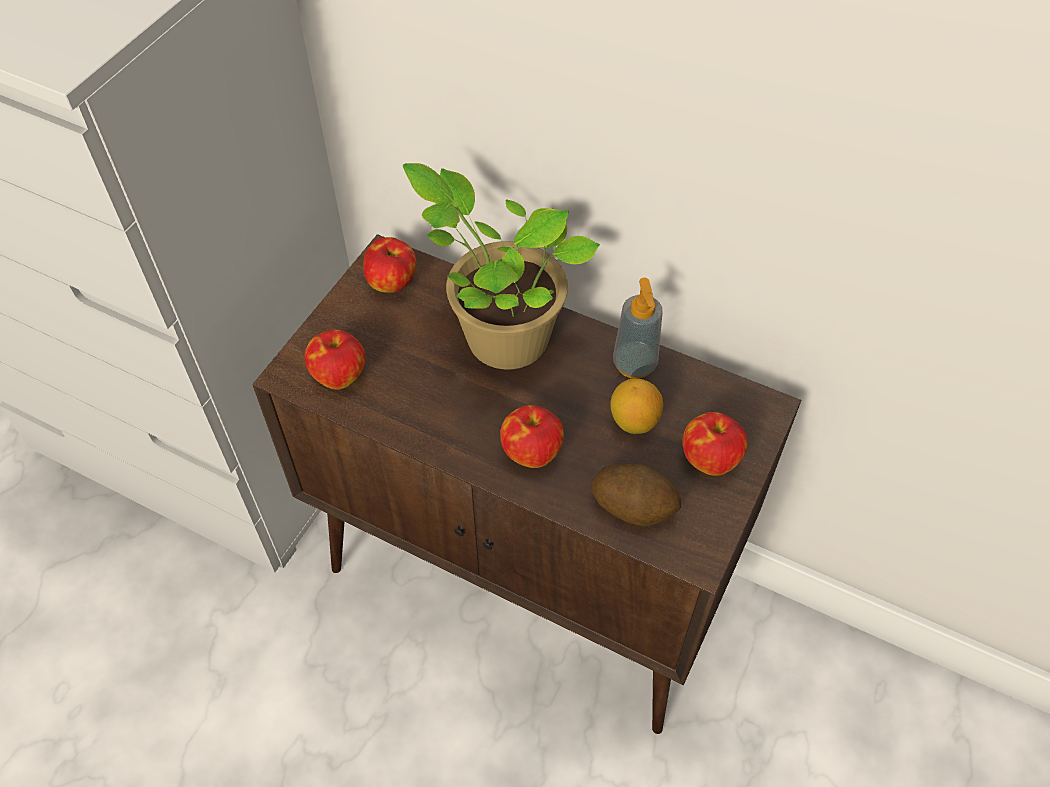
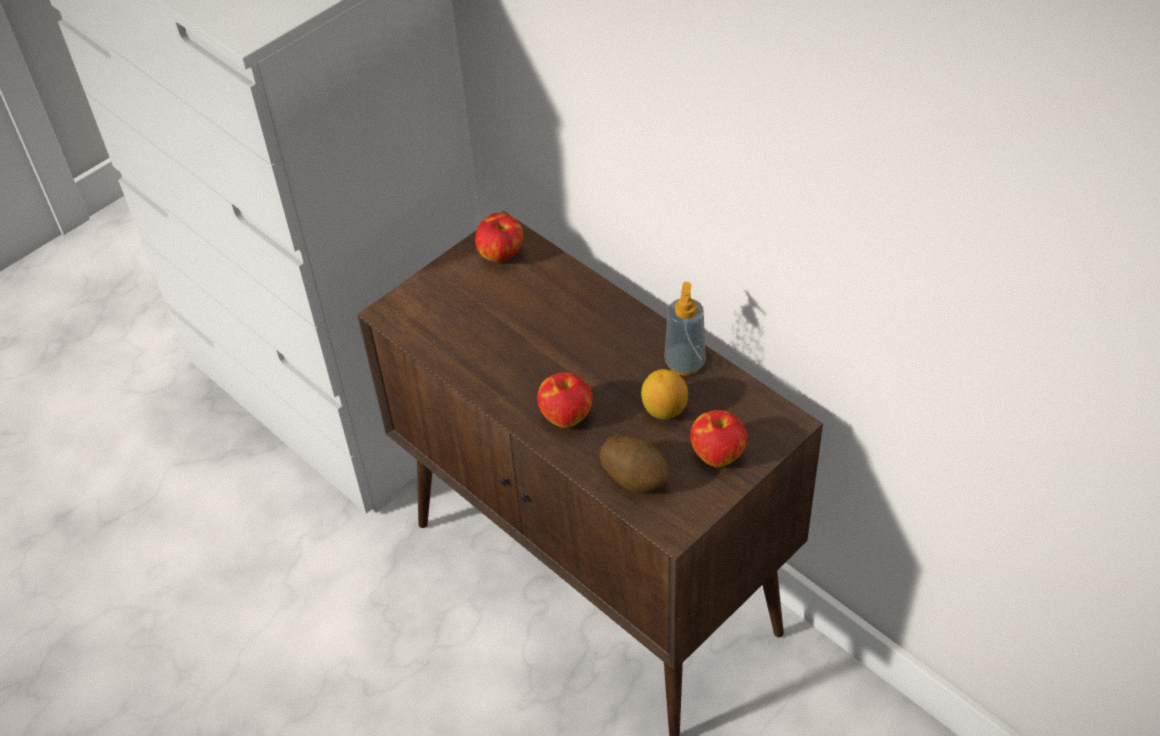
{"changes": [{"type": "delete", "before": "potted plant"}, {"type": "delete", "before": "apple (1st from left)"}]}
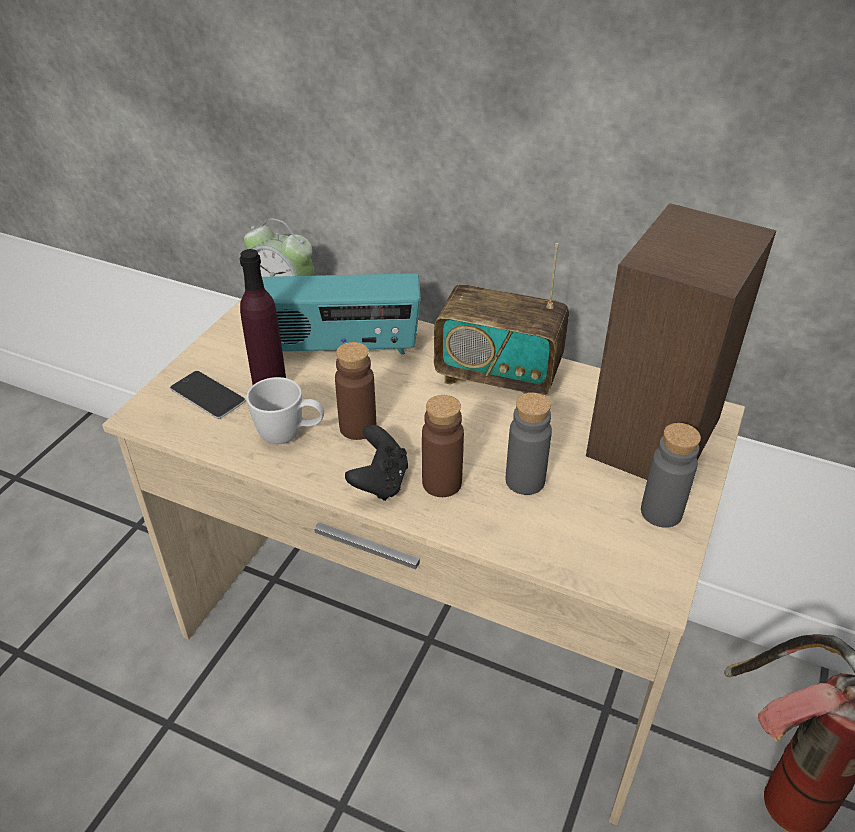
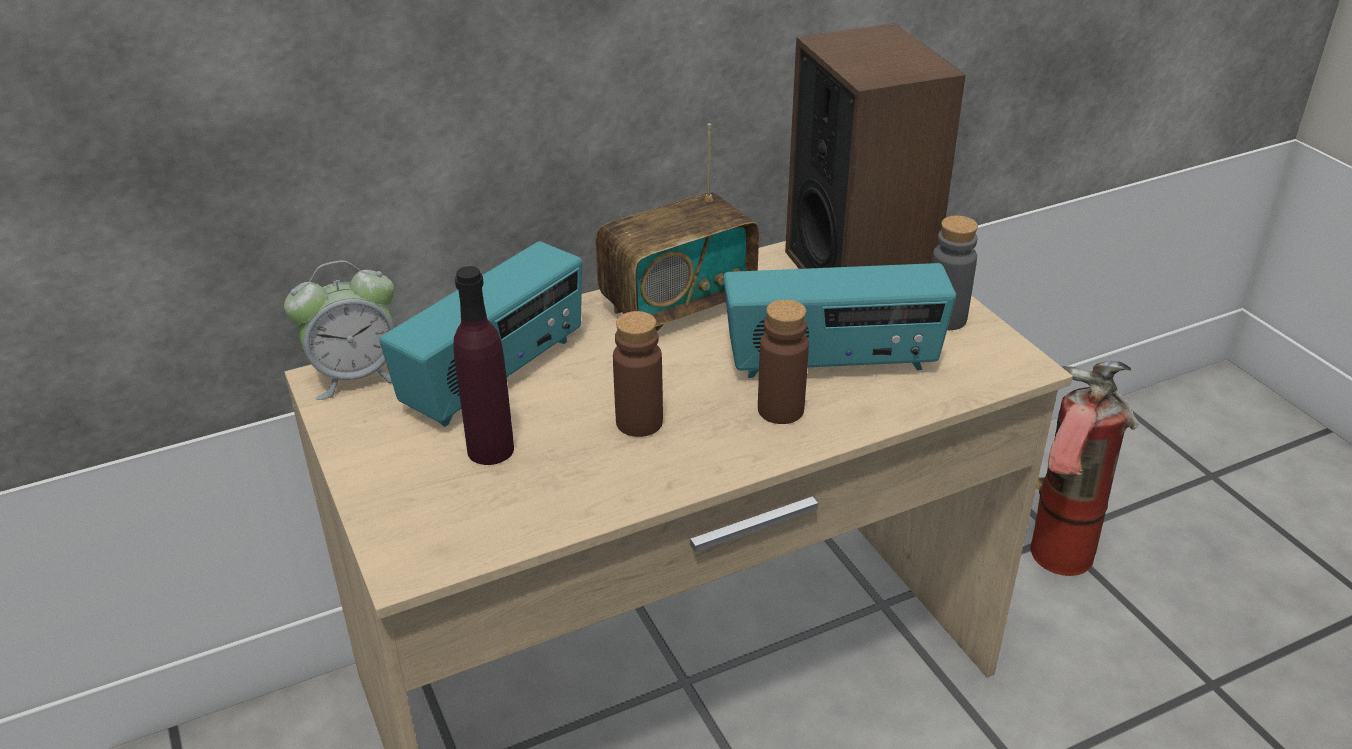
{"changes": [{"type": "delete", "before": "phone"}, {"type": "delete", "before": "white mug"}, {"type": "replace", "before": "grey bottle (1st from left)", "after": "radio (3rd from left)"}, {"type": "delete", "before": "black game controller"}]}
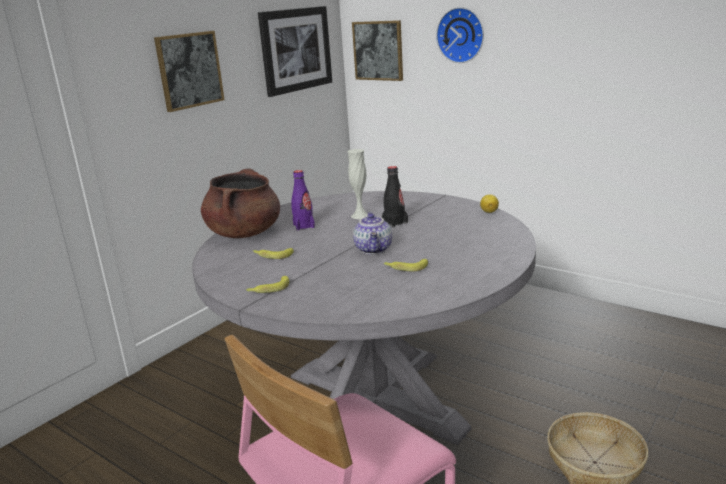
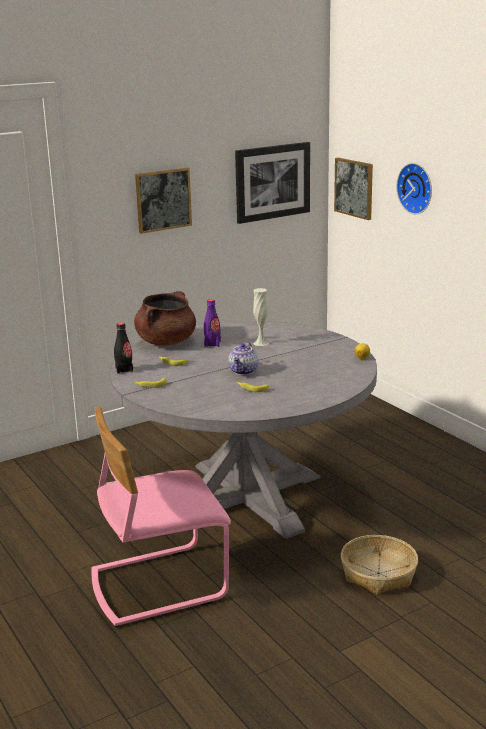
{"changes": [{"type": "move", "before": "black bottle"}]}
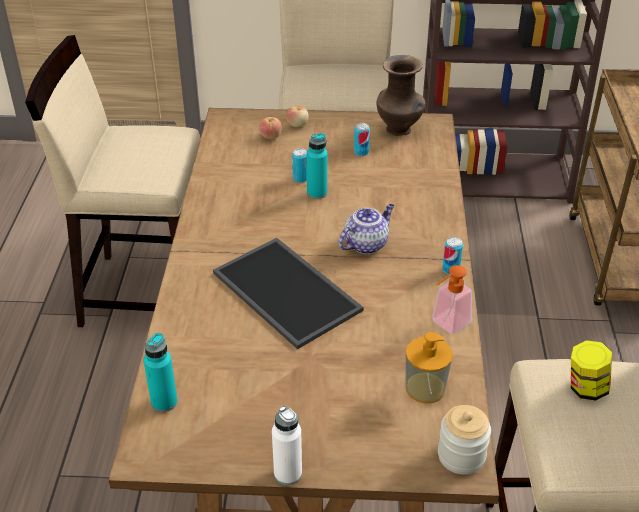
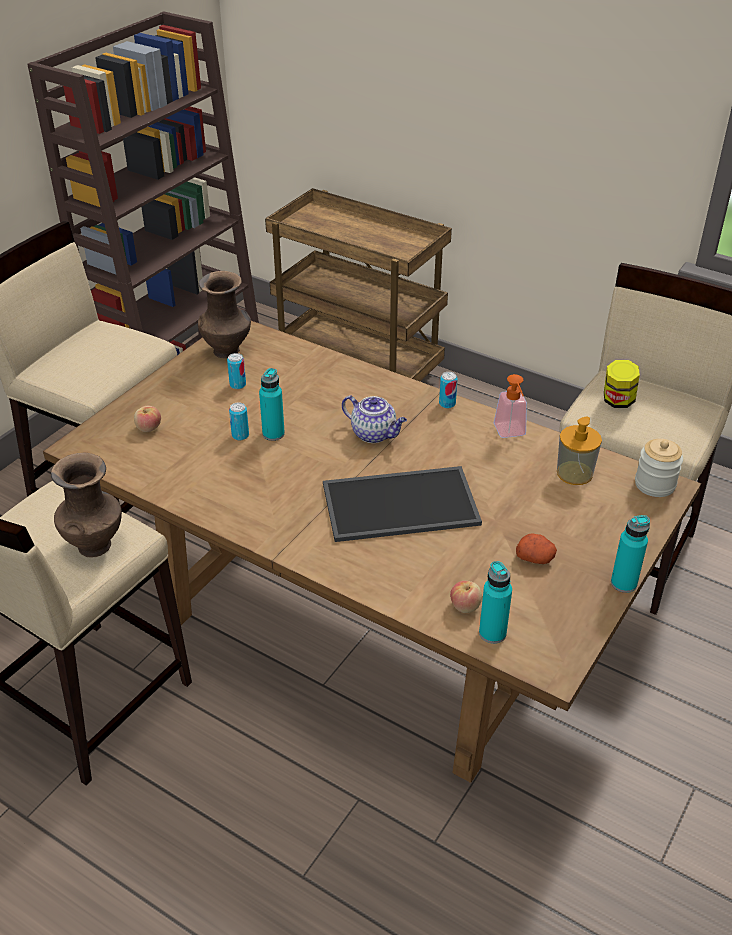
{"changes": [{"type": "move", "before": "apple (2nd from left)"}, {"type": "rotate", "before": "teapot", "turn": 135}, {"type": "recolor", "before": "white bottle", "after": "turquoise bottle (3rd from left)"}, {"type": "insert", "after": "brown vase (1st from left)"}, {"type": "insert", "after": "potato"}]}
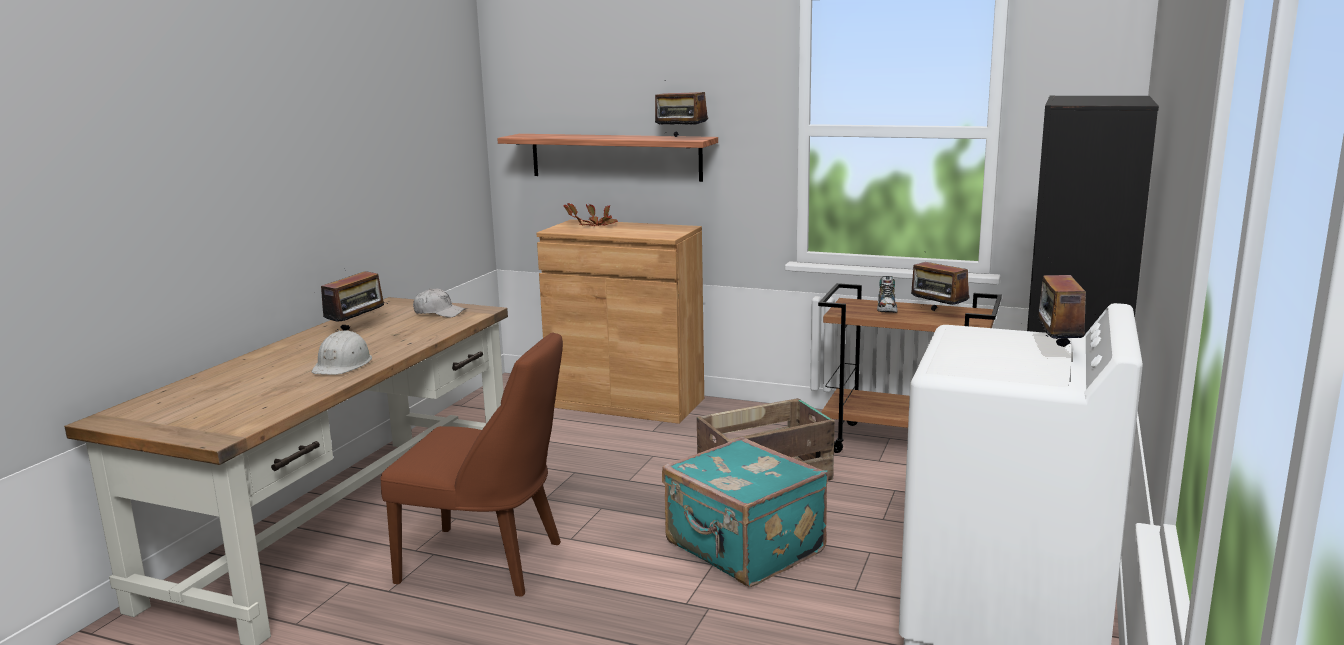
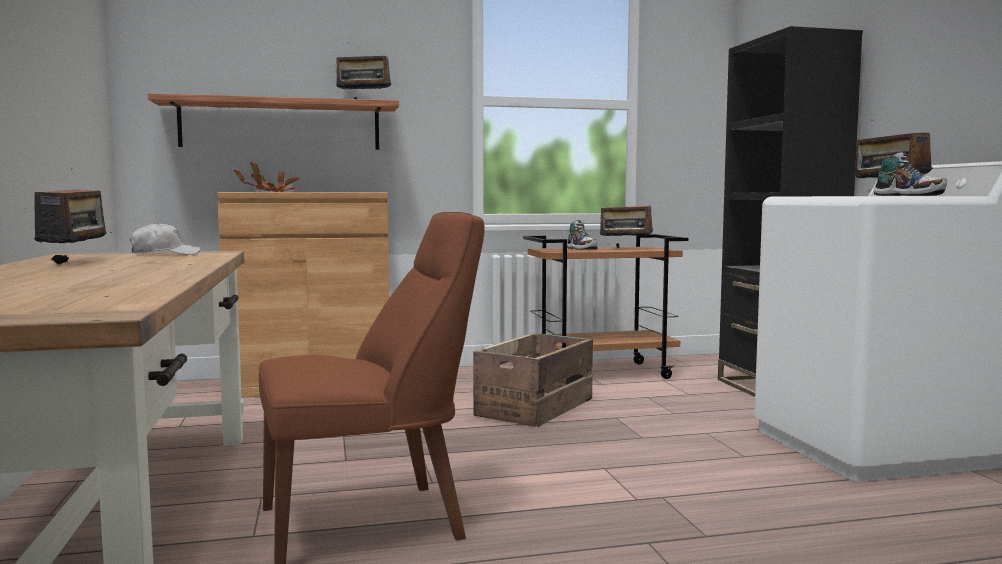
{"changes": [{"type": "delete", "before": "white hard hat"}, {"type": "delete", "before": "turquoise suitcase"}, {"type": "insert", "after": "shoe (2nd from left)"}]}
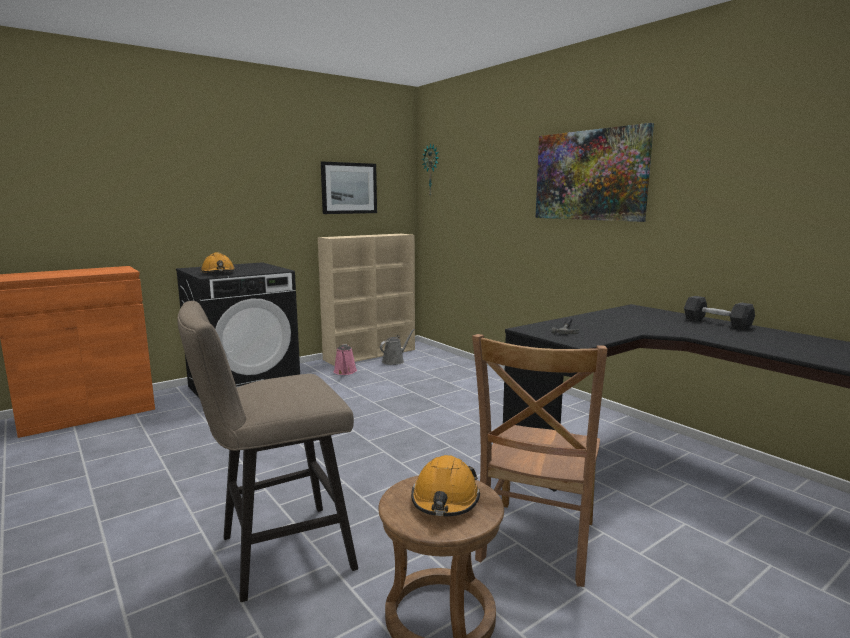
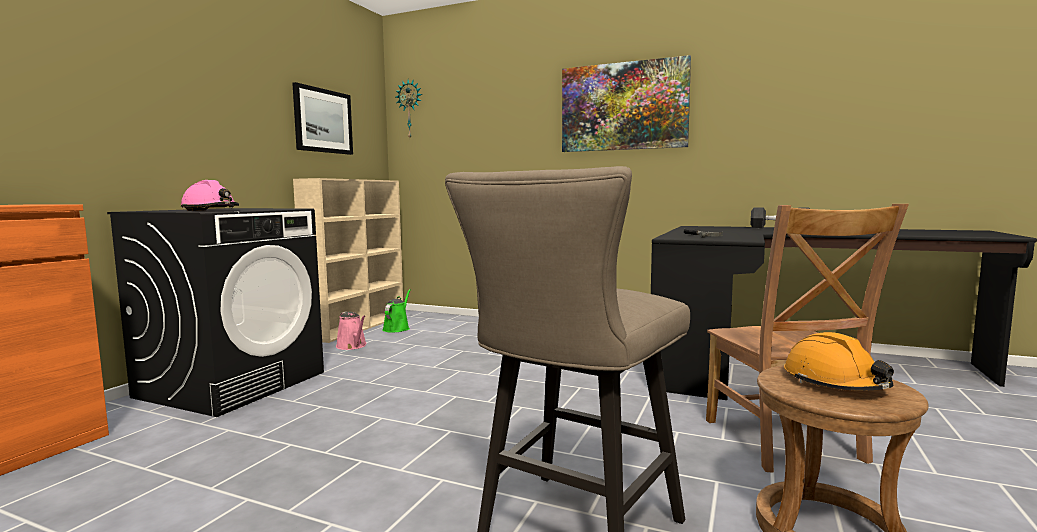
{"changes": [{"type": "recolor", "before": "orange hard hat (1st from left)", "after": "pink hard hat"}, {"type": "recolor", "before": "grey watering can", "after": "green watering can"}]}
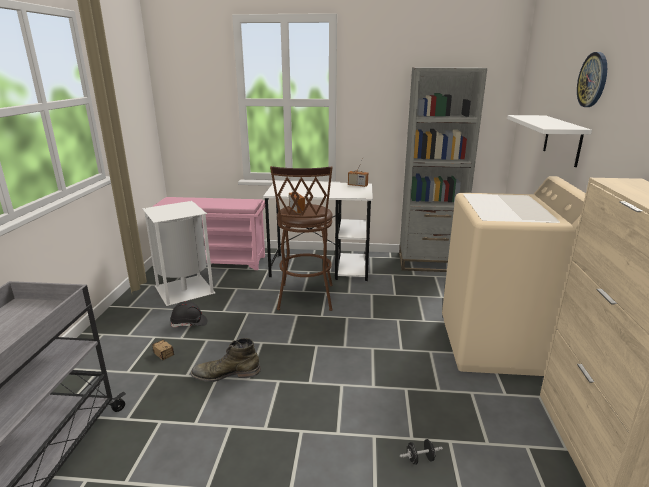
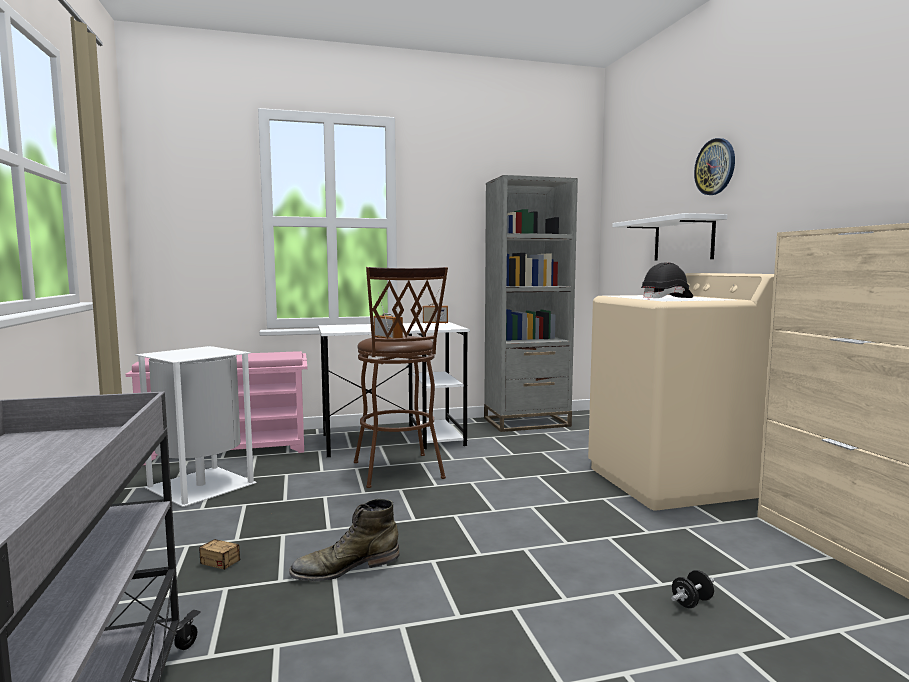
{"changes": [{"type": "move", "before": "black hard hat"}]}
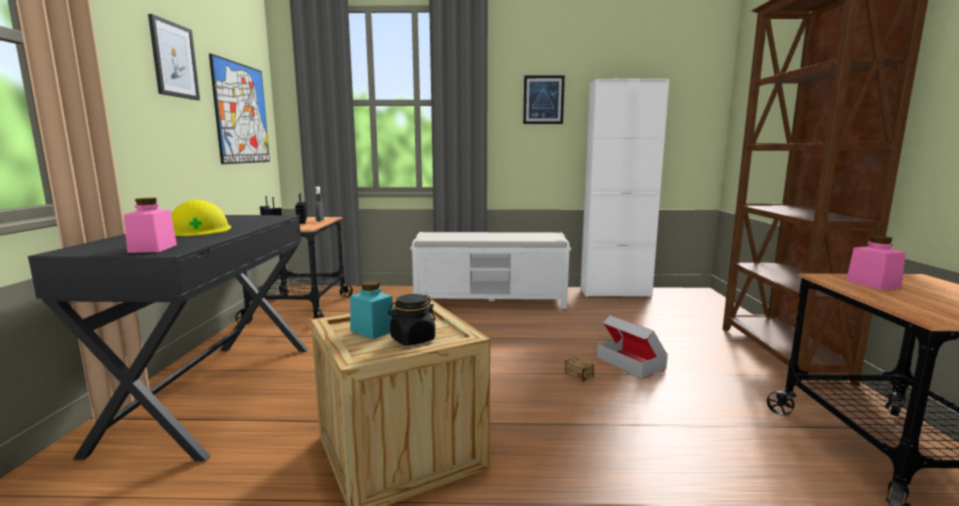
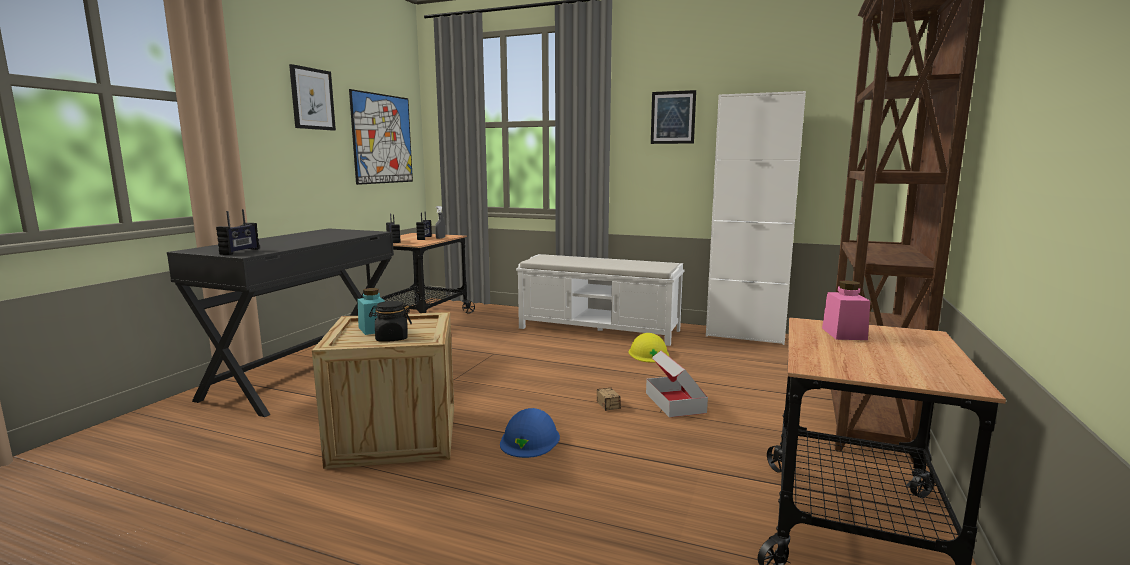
{"changes": [{"type": "replace", "before": "pink jar (1st from left)", "after": "radio (1st from left)"}, {"type": "move", "before": "yellow hard hat"}, {"type": "insert", "after": "blue hard hat"}]}
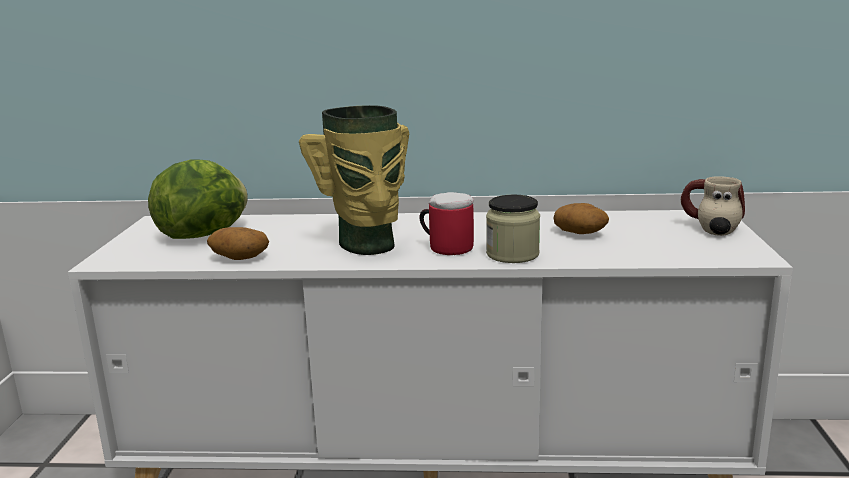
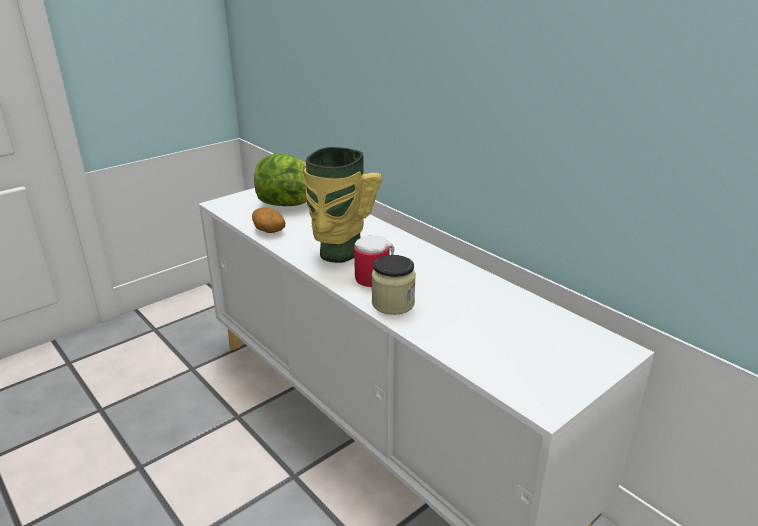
{"changes": [{"type": "delete", "before": "mug (2nd from left)"}, {"type": "delete", "before": "potato (2nd from left)"}]}
